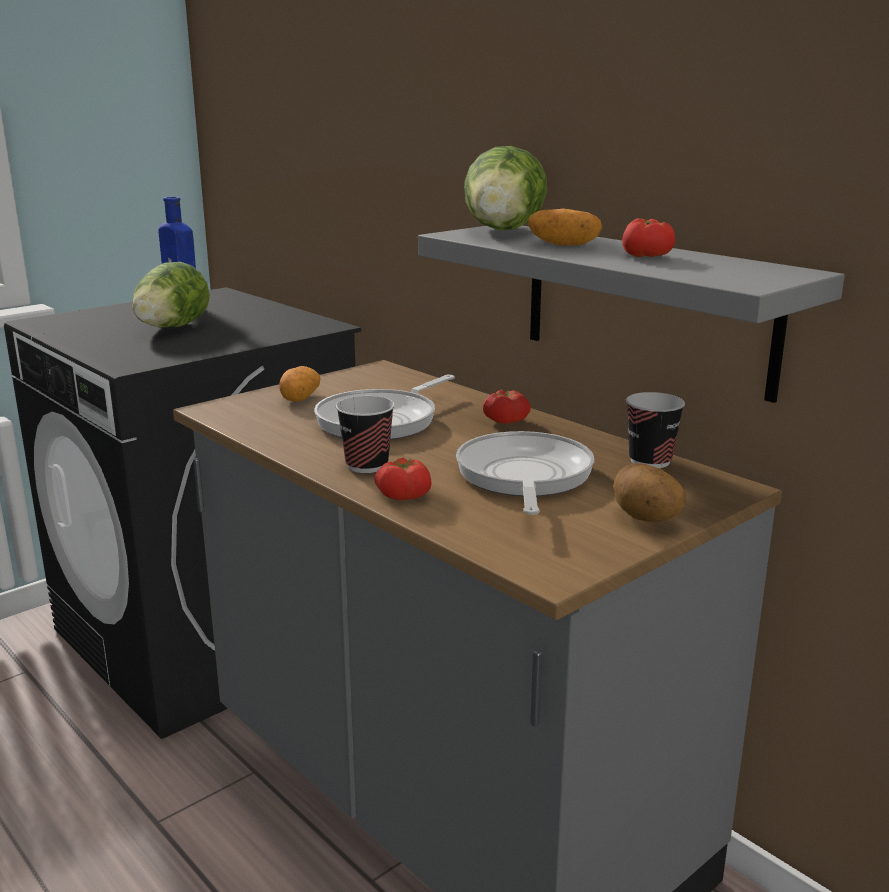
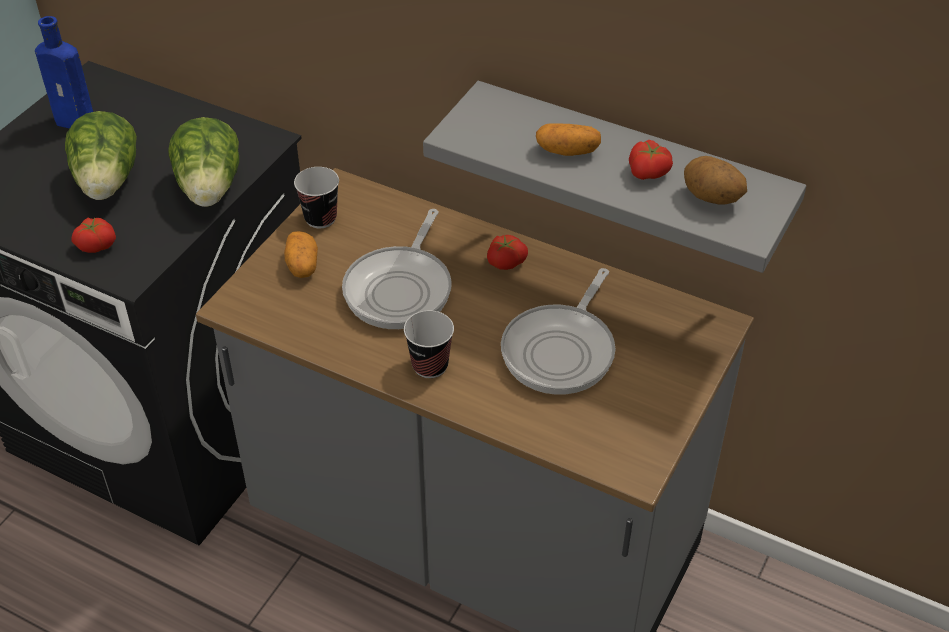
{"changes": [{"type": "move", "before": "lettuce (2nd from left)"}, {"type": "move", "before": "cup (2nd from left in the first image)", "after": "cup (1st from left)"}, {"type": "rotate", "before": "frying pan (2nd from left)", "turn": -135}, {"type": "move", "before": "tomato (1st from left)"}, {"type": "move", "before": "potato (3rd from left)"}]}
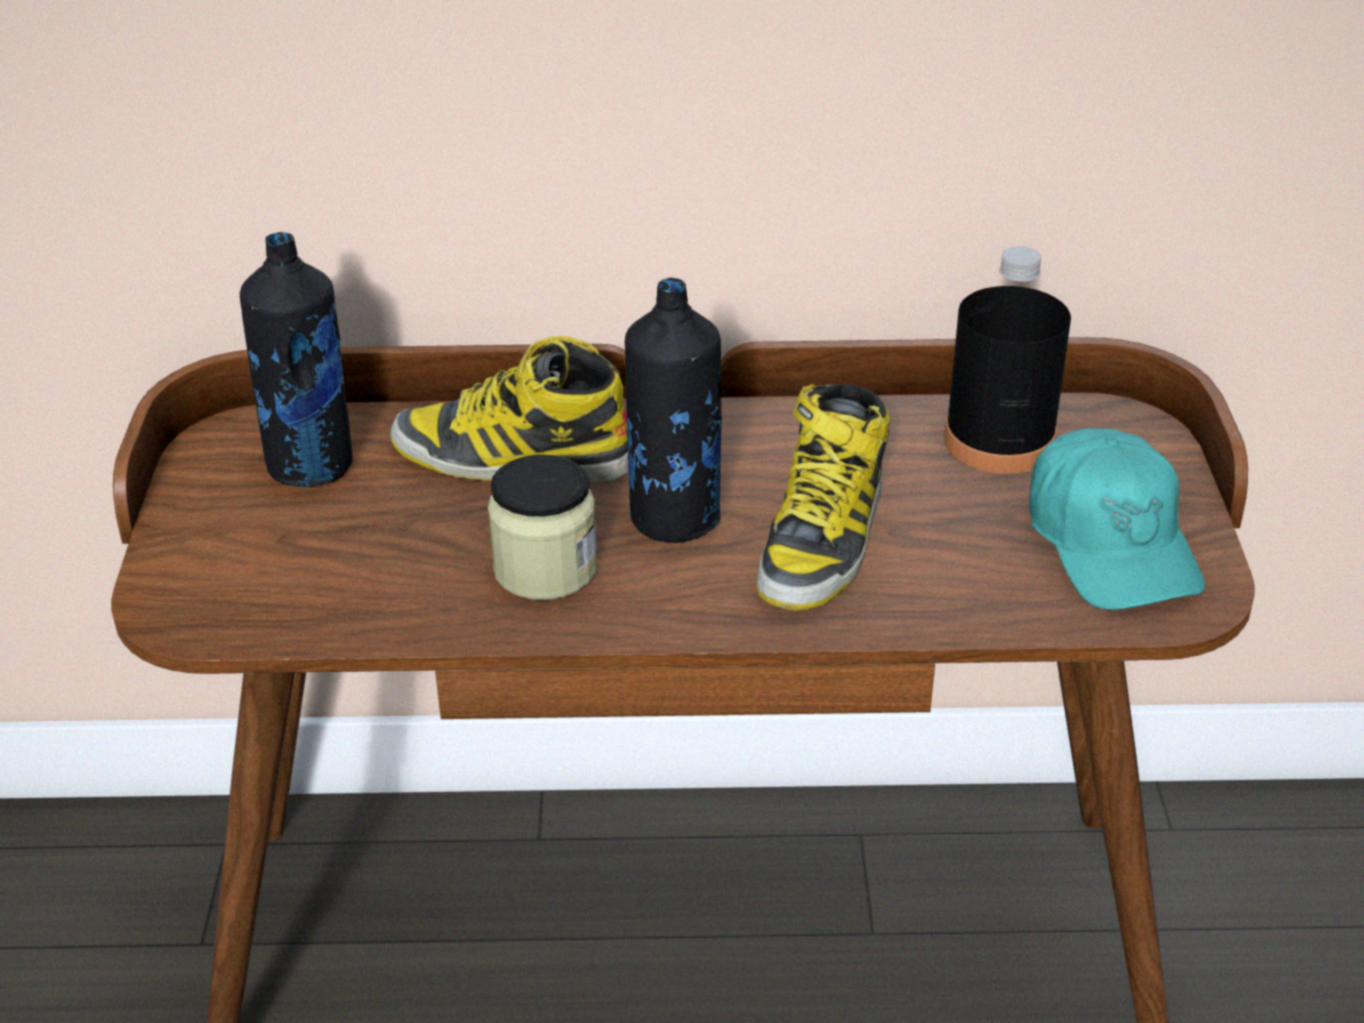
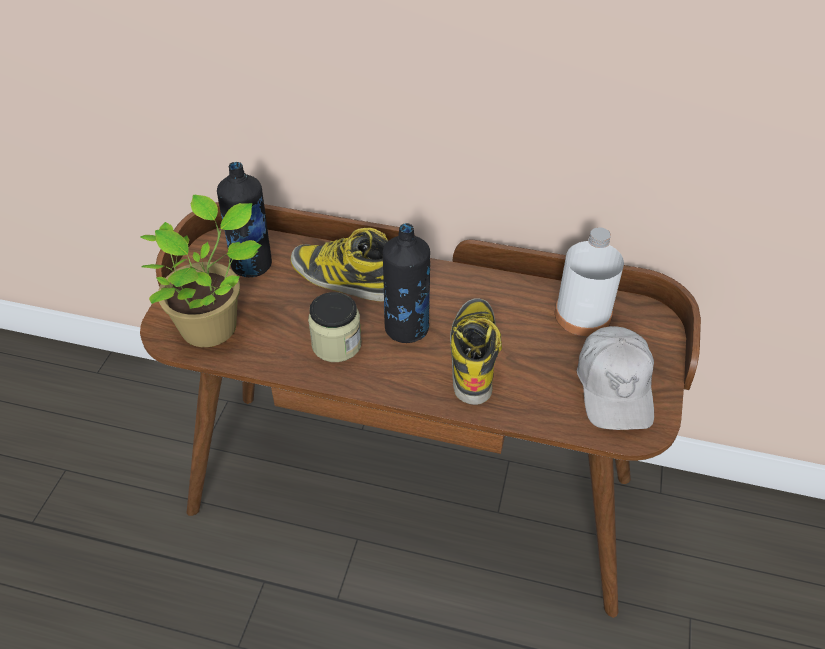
{"changes": [{"type": "recolor", "before": "black bottle (3rd from left)", "after": "white bottle"}, {"type": "rotate", "before": "boot (2nd from left)", "turn": 150}, {"type": "recolor", "before": "turquoise cap", "after": "white cap"}, {"type": "insert", "after": "potted plant"}]}
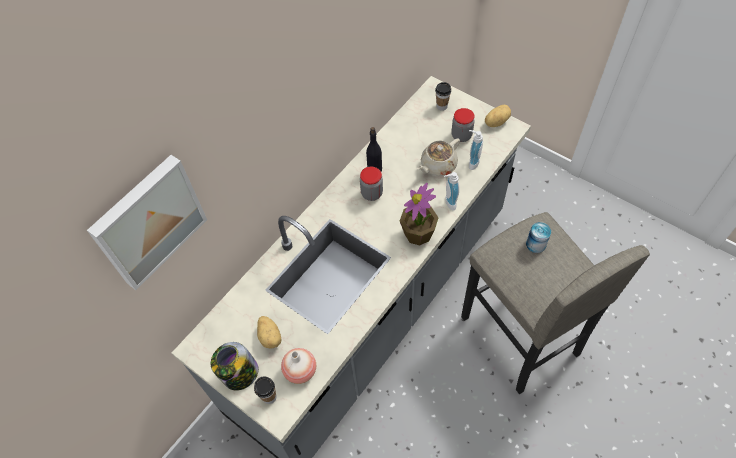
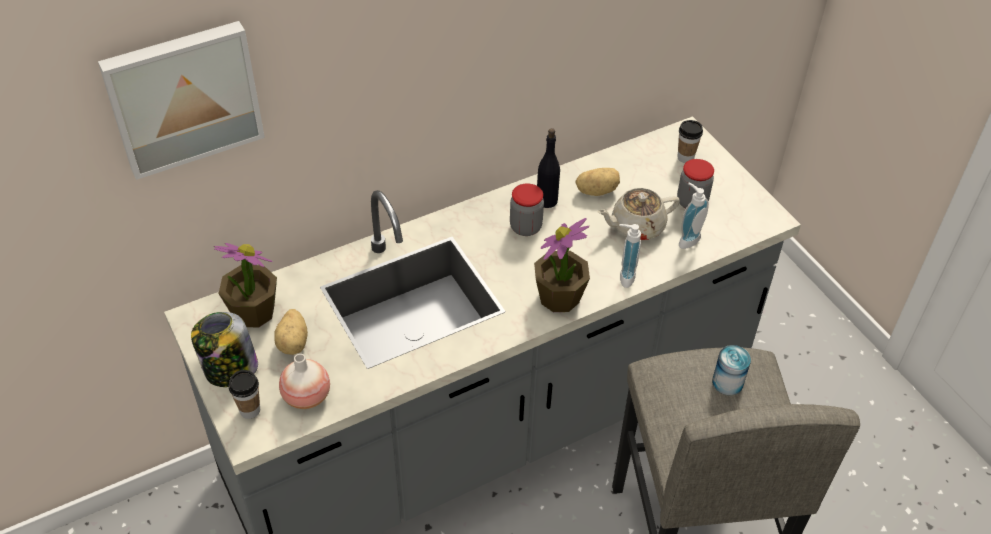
{"changes": [{"type": "move", "before": "potato (2nd from left)"}, {"type": "insert", "after": "potted plant (1st from left)"}]}
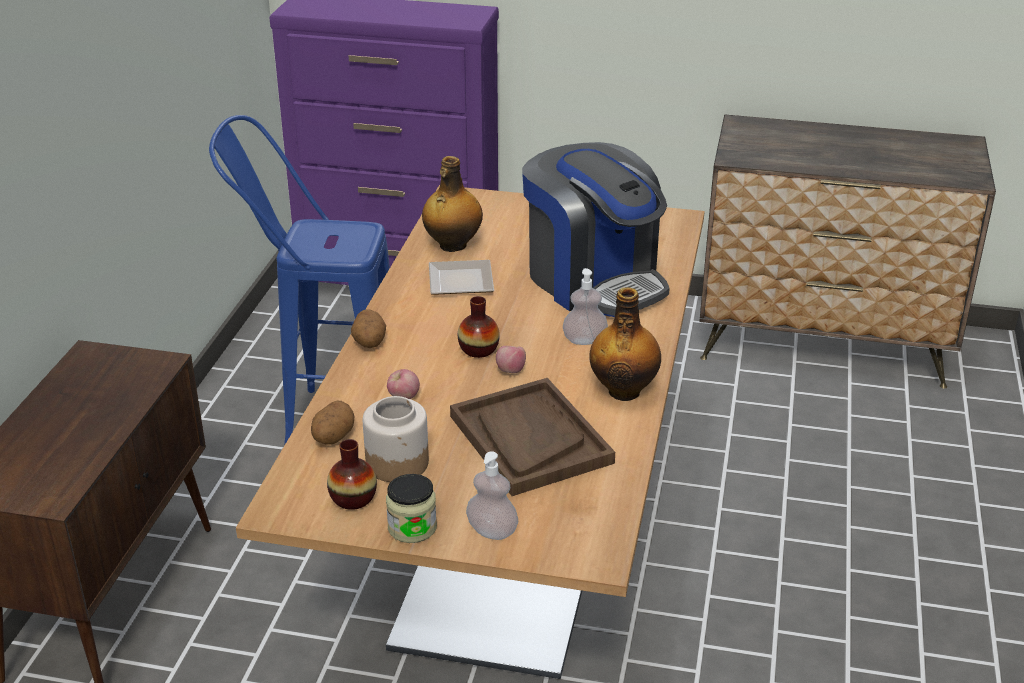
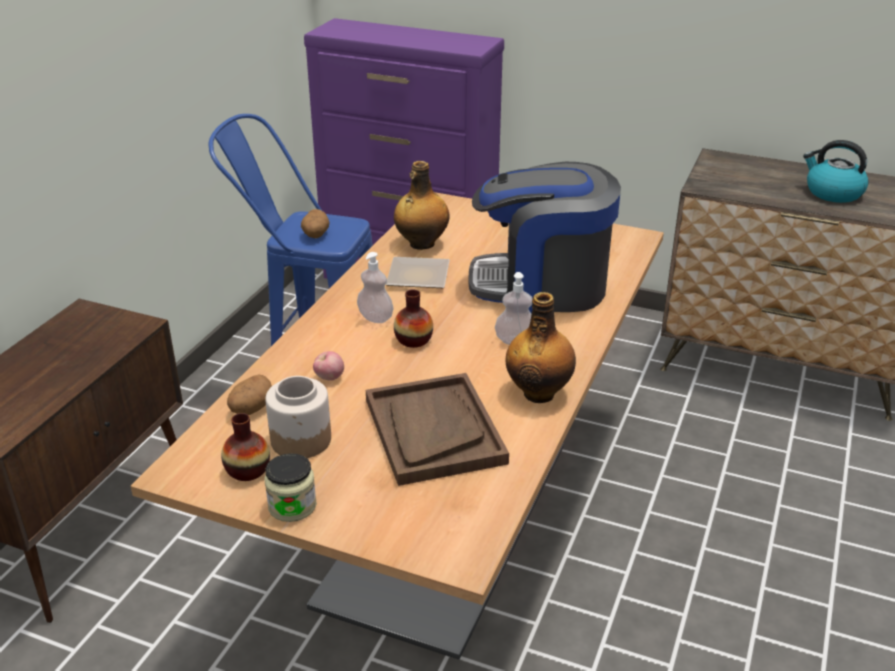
{"changes": [{"type": "rotate", "before": "coffee machine", "turn": 120}, {"type": "move", "before": "potato (2nd from left)"}, {"type": "delete", "before": "apple (2nd from left)"}, {"type": "move", "before": "soap dispenser (1st from left)"}, {"type": "insert", "after": "kettle"}]}
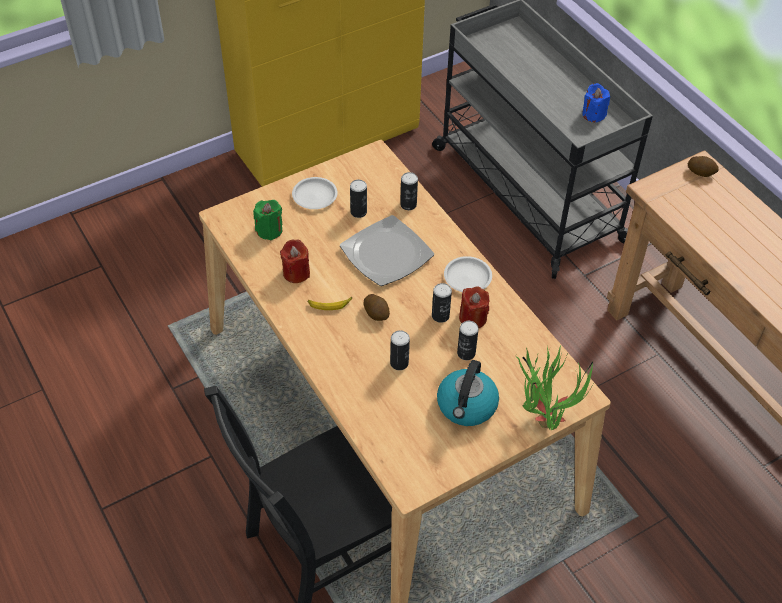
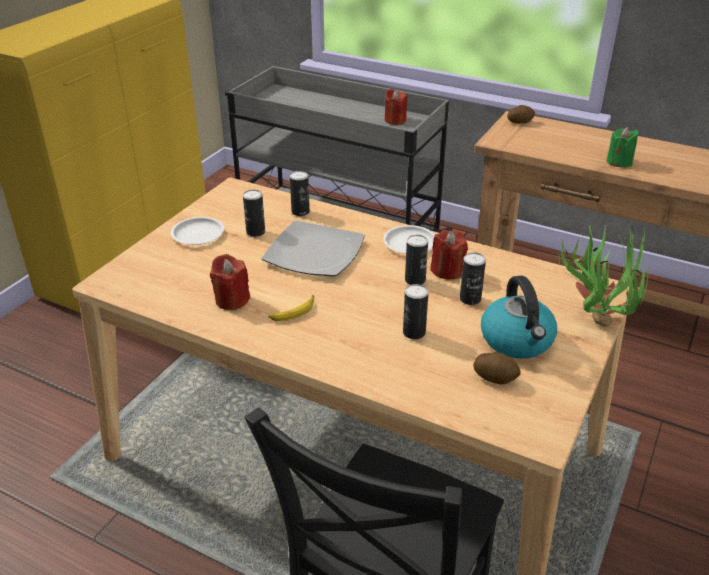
{"changes": [{"type": "recolor", "before": "blue candle", "after": "red candle (2nd from left)"}, {"type": "move", "before": "green candle"}, {"type": "move", "before": "potato (1st from left)"}]}
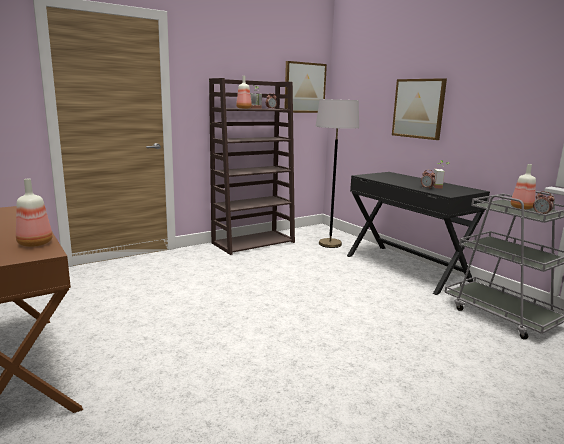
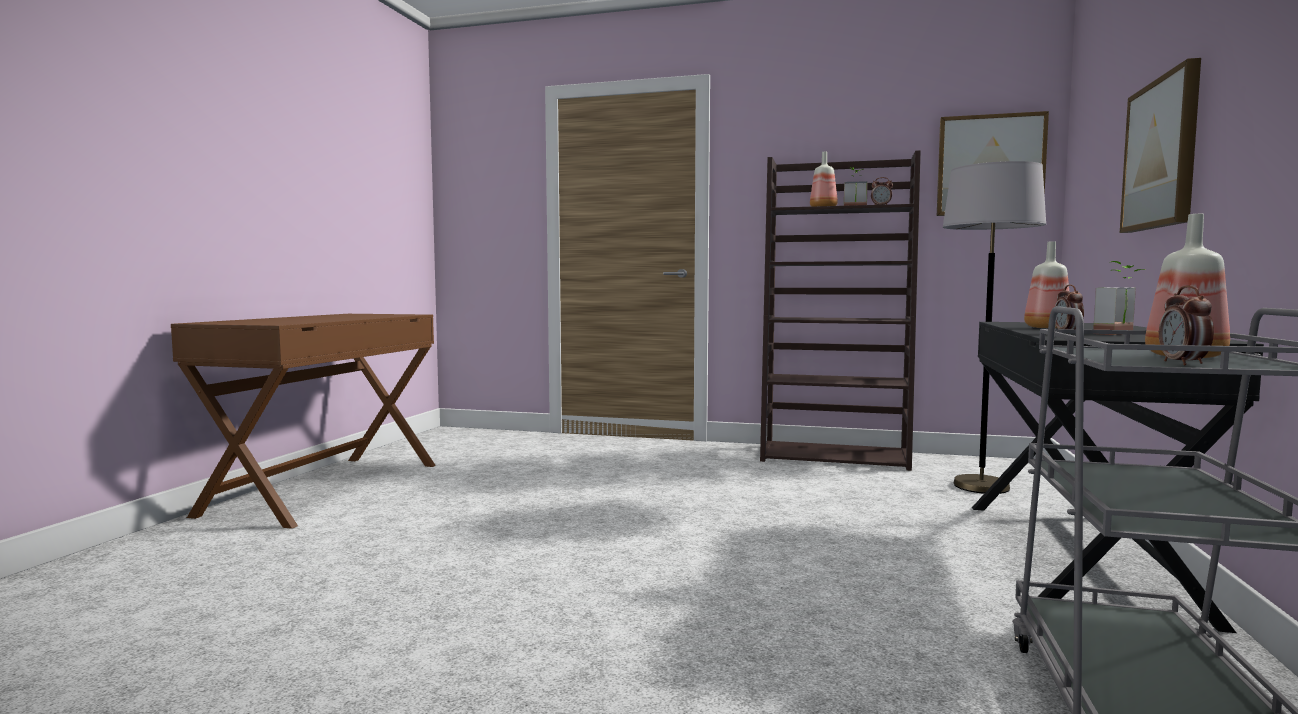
{"changes": [{"type": "move", "before": "bottle (1st from left in the first image)", "after": "bottle (2nd from left)"}]}
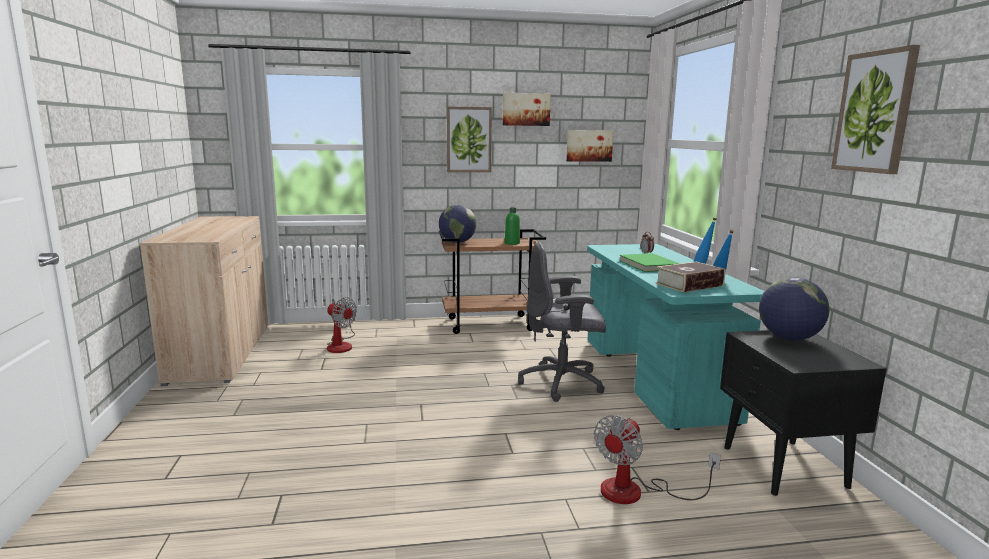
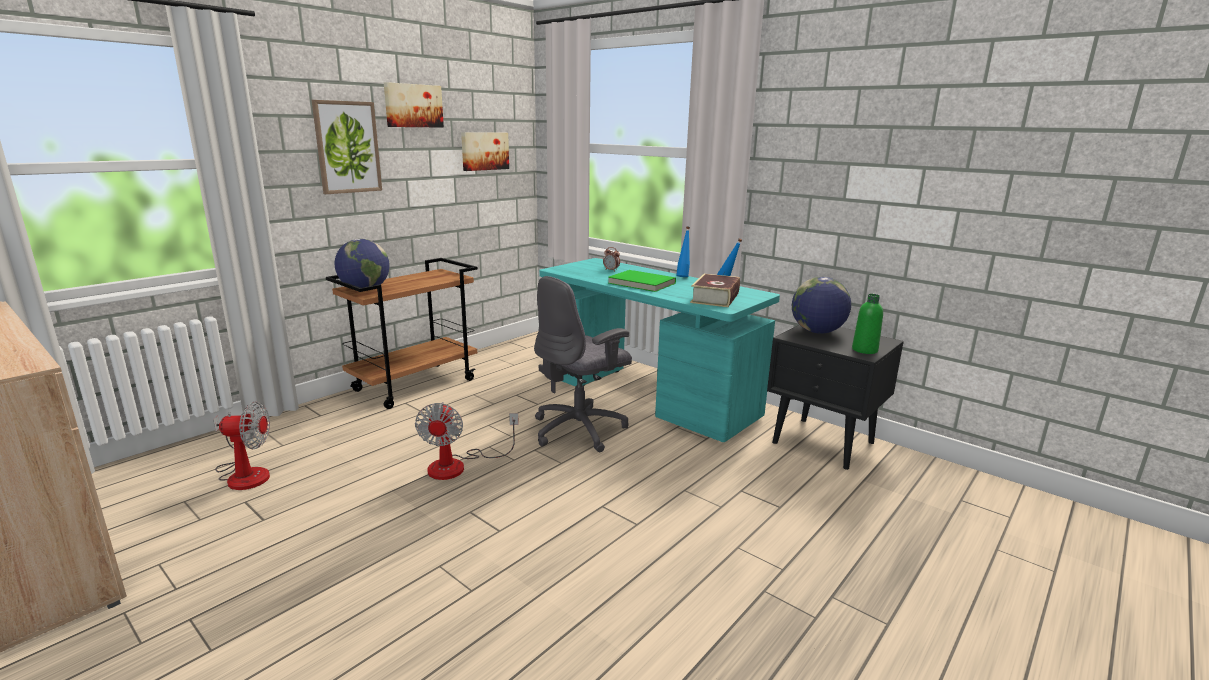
{"changes": [{"type": "delete", "before": "picture (4th from left)"}, {"type": "move", "before": "green bottle"}, {"type": "move", "before": "fan (2nd from left)"}]}
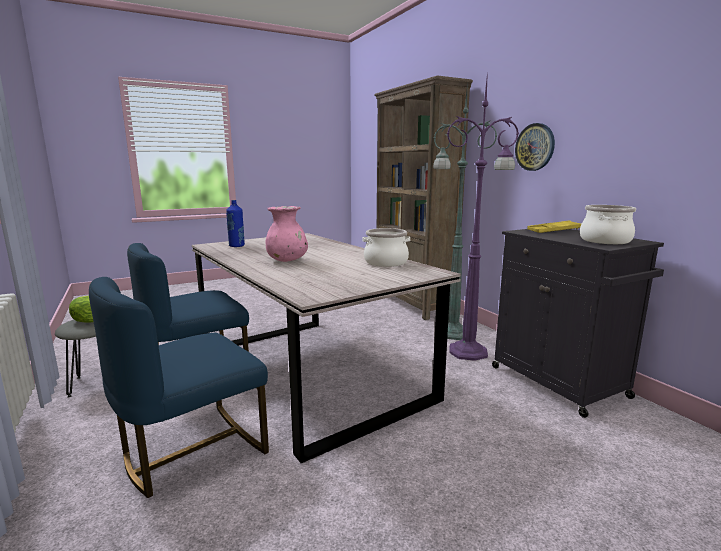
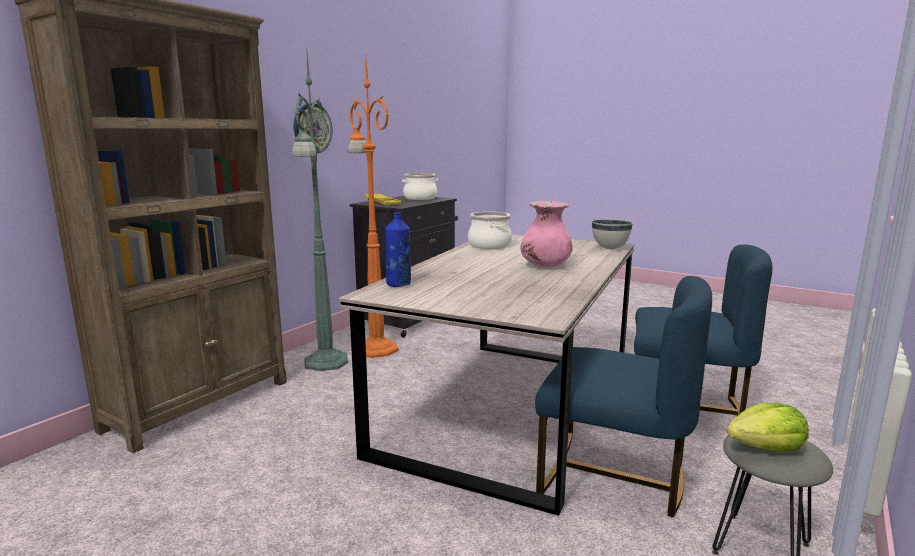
{"changes": [{"type": "recolor", "before": "purple floor lamp", "after": "orange floor lamp"}, {"type": "move", "before": "blue bottle"}, {"type": "insert", "after": "white bowl"}]}
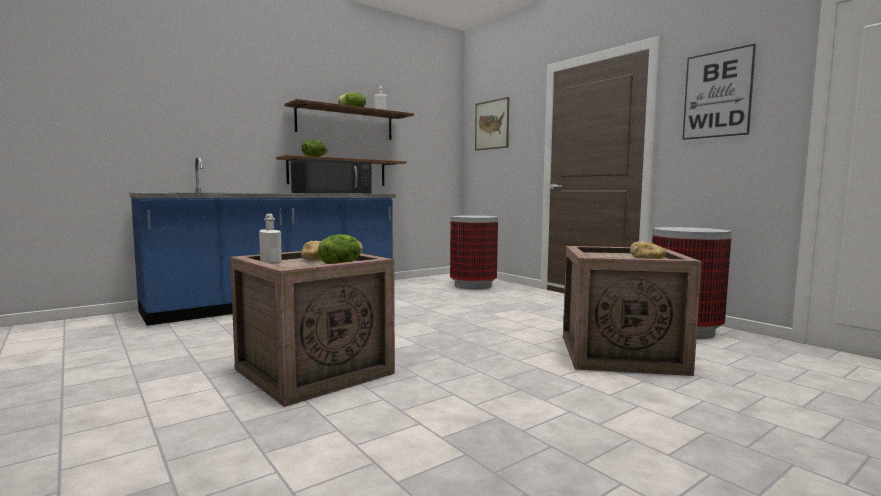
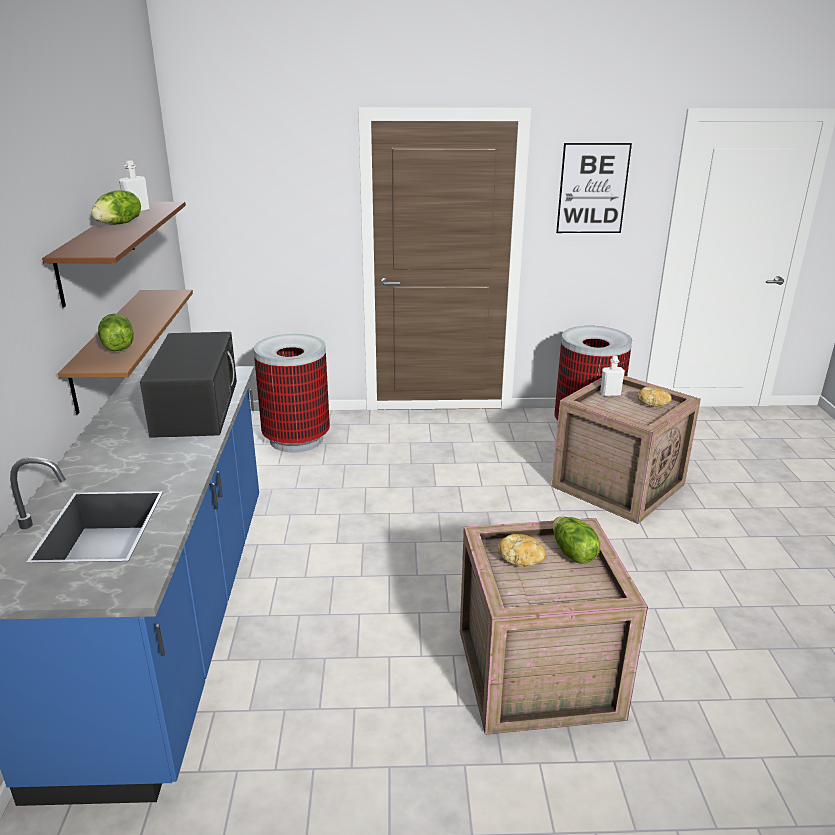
{"changes": [{"type": "delete", "before": "picture (1st from left)"}, {"type": "move", "before": "white bottle (1st from left in the first image)", "after": "white bottle (2nd from left)"}]}
